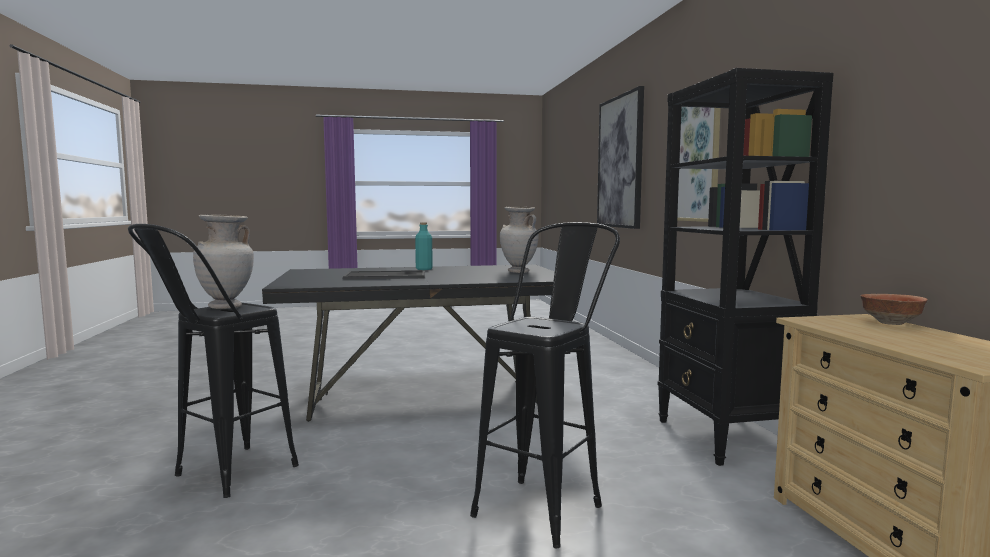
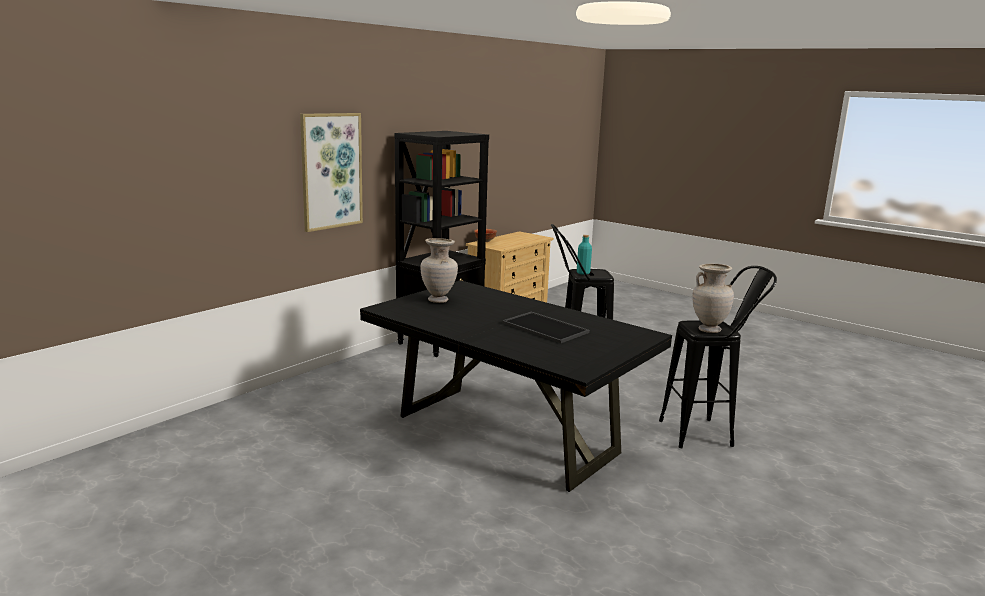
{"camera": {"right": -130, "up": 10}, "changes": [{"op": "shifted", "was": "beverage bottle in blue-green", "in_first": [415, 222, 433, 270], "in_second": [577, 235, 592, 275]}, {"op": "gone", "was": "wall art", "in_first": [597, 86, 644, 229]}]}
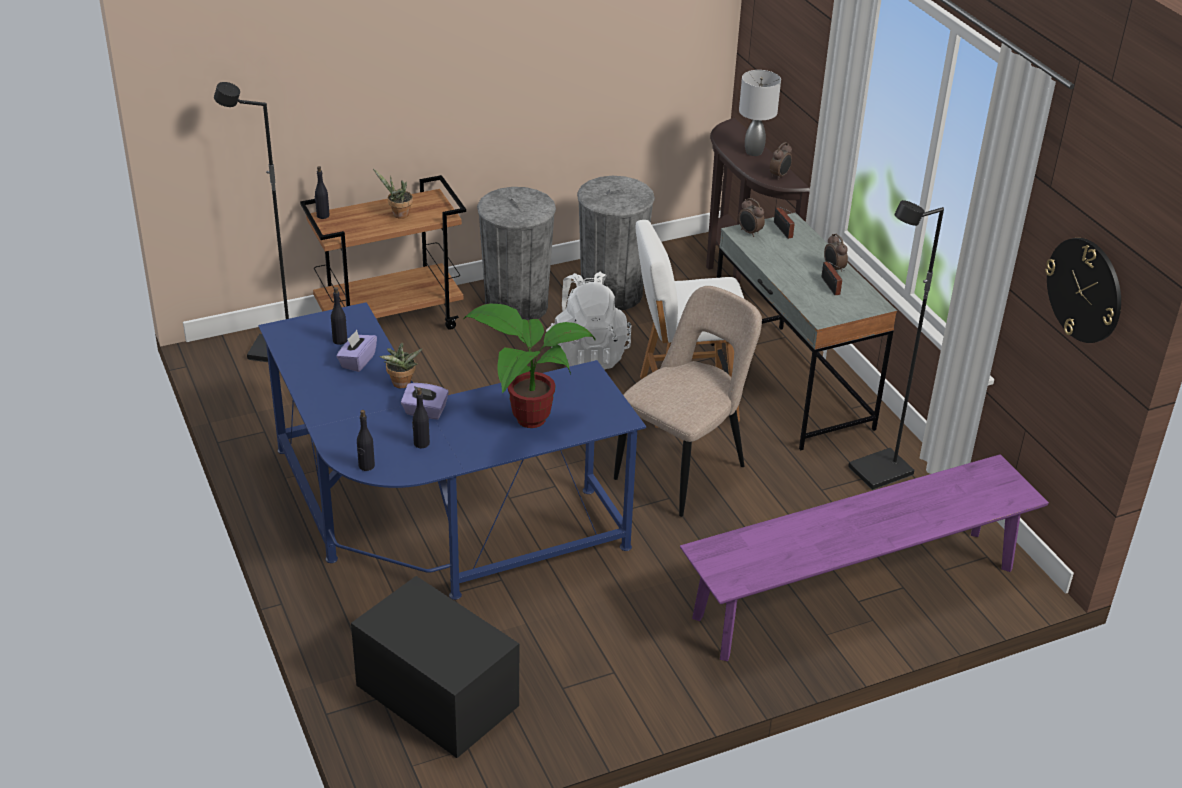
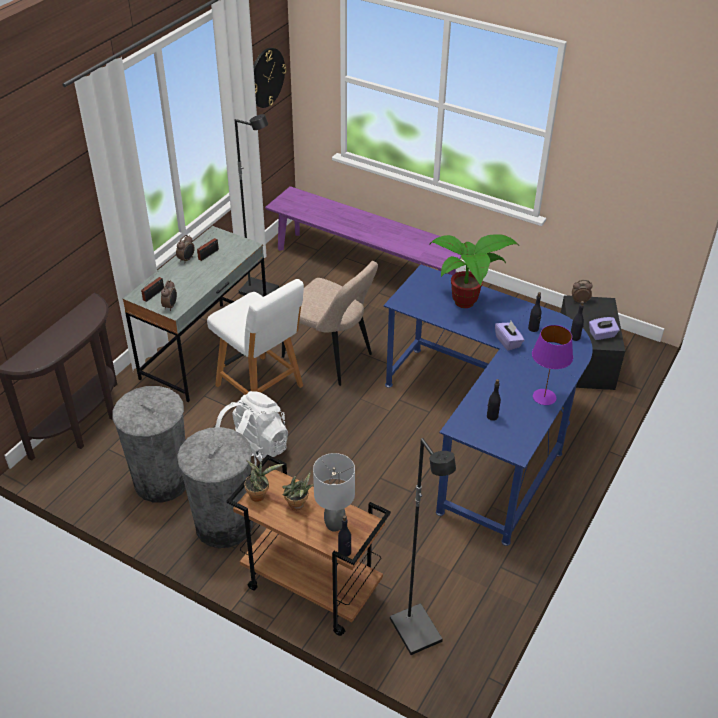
{"camera": {"right": -125, "up": 5}, "changes": [{"op": "shifted", "was": "houseplant", "in_first": [379, 343, 423, 388], "in_second": [244, 460, 284, 502]}, {"op": "rotated", "was": "chair in sand-coloured", "in_first": [614, 286, 762, 517], "in_second": [282, 261, 378, 386], "clockwise": -150}, {"op": "shifted", "was": "lamp for a table in greyish", "in_first": [739, 70, 781, 156], "in_second": [313, 453, 355, 532]}, {"op": "new", "now": "lamp for a table in purple-coloured", "in_second": [532, 325, 573, 405]}, {"op": "shifted", "was": "alarm clock", "in_first": [770, 142, 792, 180], "in_second": [572, 280, 593, 303]}, {"op": "shifted", "was": "box of tissues in purple-coloured", "in_first": [336, 330, 377, 372], "in_second": [589, 317, 620, 340]}]}
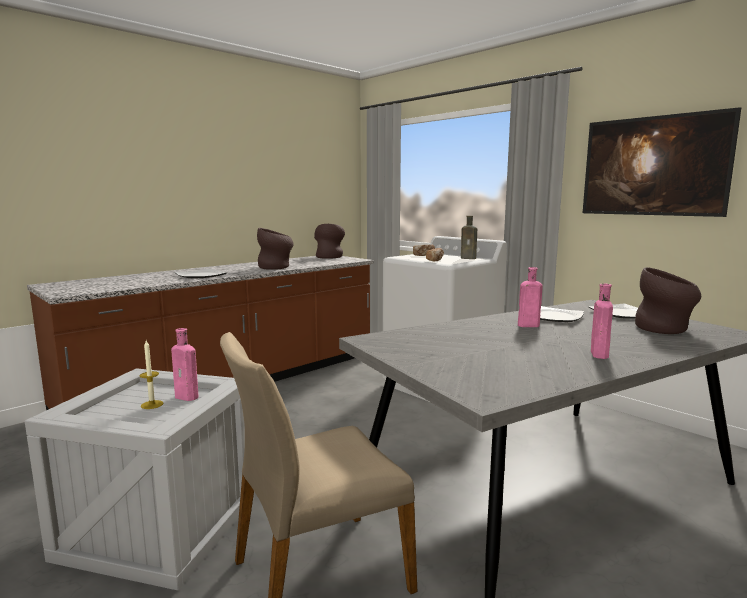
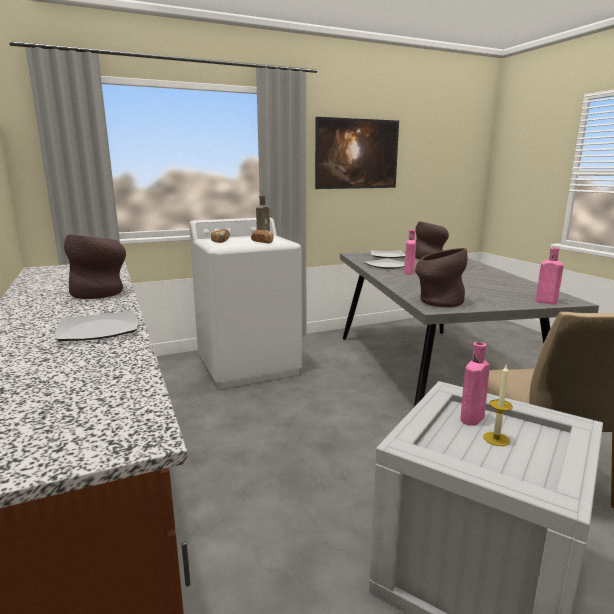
{"camera": {"right": -70, "up": 5}, "changes": [{"op": "shifted", "was": "vase in brown", "in_first": [314, 224, 345, 259], "in_second": [415, 248, 467, 307]}, {"op": "shifted", "was": "beverage bottle in pink", "in_first": [591, 284, 613, 359], "in_second": [536, 247, 564, 304]}]}
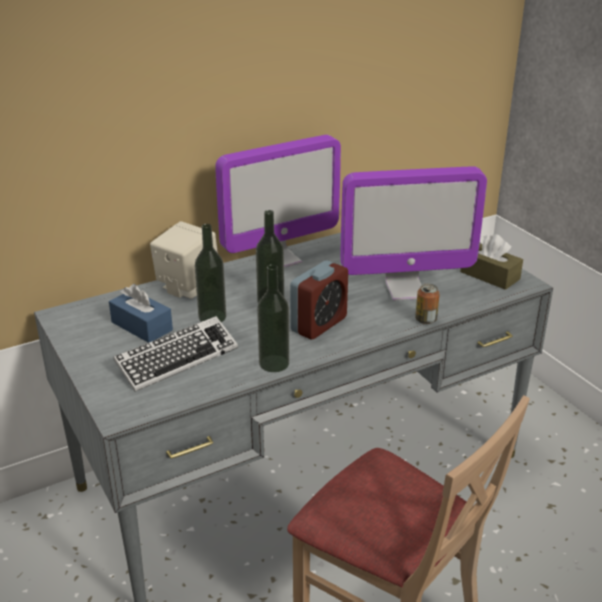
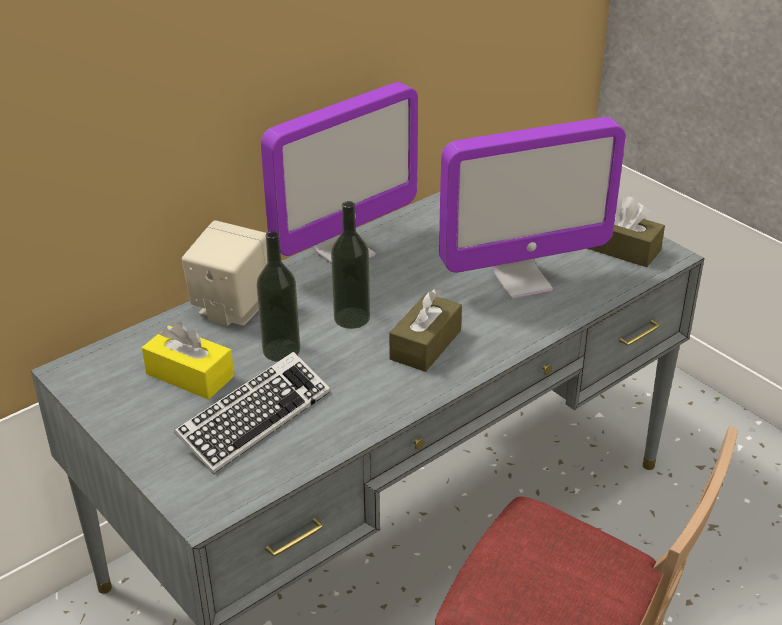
{"camera": {"right": -10, "up": 5}, "changes": [{"op": "repainted", "was": "box of tissues in blue", "now": "box of tissues in yellow", "in_first": [109, 284, 173, 343], "in_second": [142, 322, 234, 400]}, {"op": "swapped", "was": "alarm clock", "now": "box of tissues in brown", "in_first": [290, 261, 348, 339], "in_second": [389, 289, 462, 372]}, {"op": "gone", "was": "beverage bottle", "in_first": [257, 264, 289, 372]}, {"op": "gone", "was": "metal can", "in_first": [415, 284, 440, 324]}]}
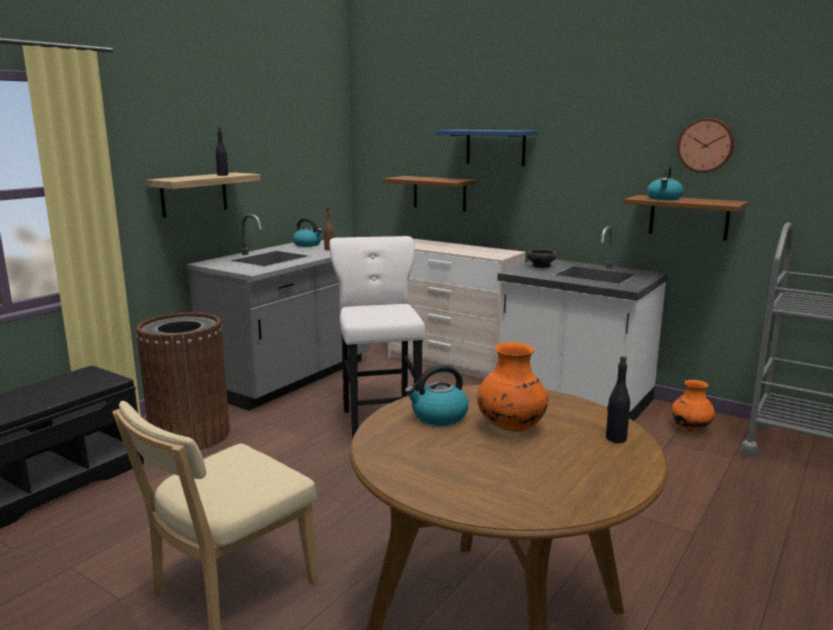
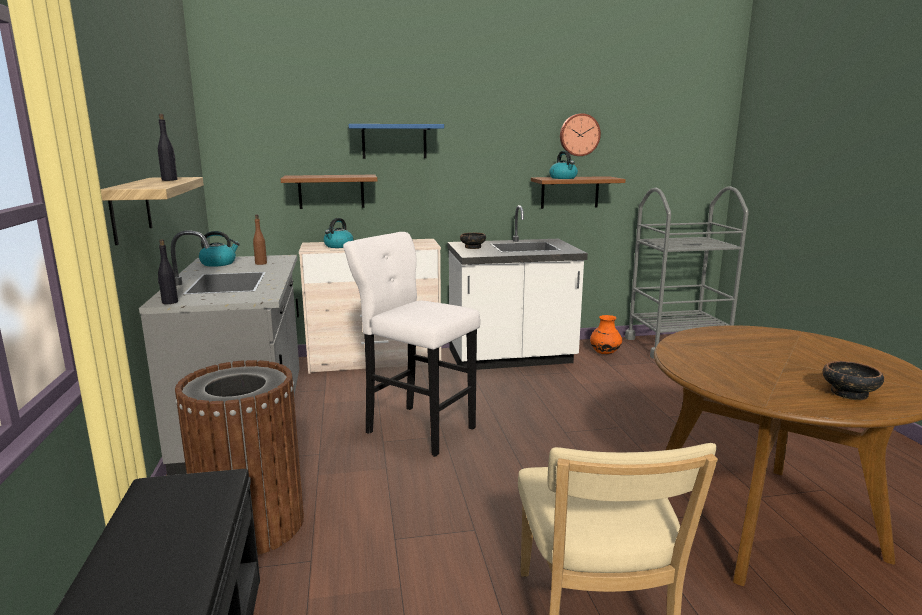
{"camera": {"right": -45, "up": 0}, "changes": [{"op": "shifted", "was": "beverage bottle in blackish", "in_first": [606, 356, 630, 443], "in_second": [158, 239, 178, 304]}, {"op": "shifted", "was": "kettle", "in_first": [405, 365, 469, 426], "in_second": [324, 218, 353, 248]}, {"op": "new", "now": "bowl", "in_second": [822, 361, 884, 400]}, {"op": "gone", "was": "vase in orange", "in_first": [477, 342, 548, 432]}]}
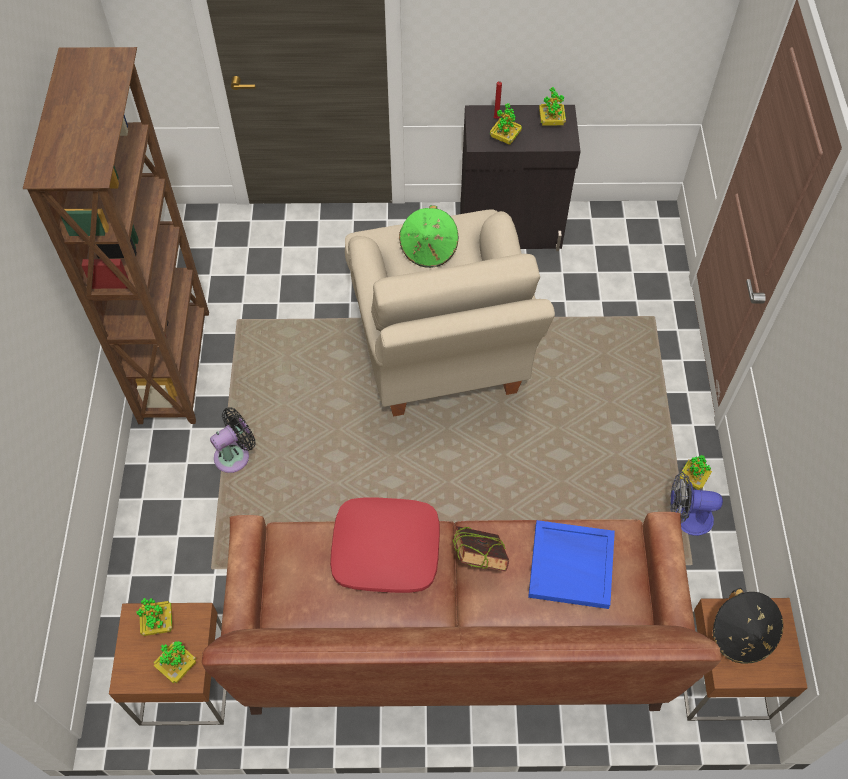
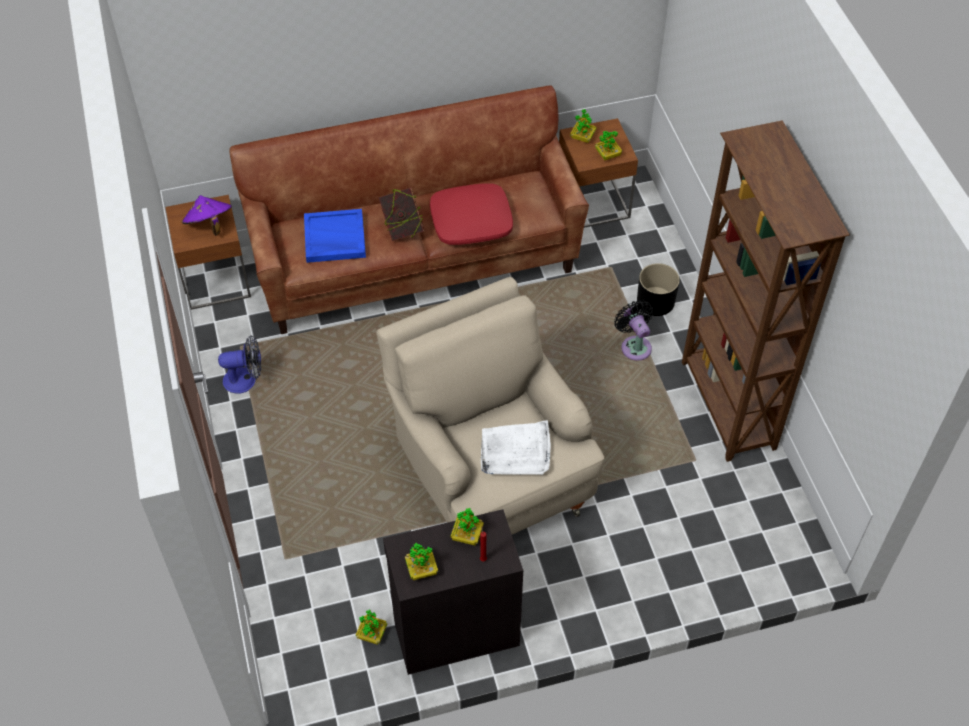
{"camera": {"right": 165, "up": -5}, "changes": [{"op": "repainted", "was": "wearable hat in blackish", "now": "wearable hat in purple-coloured", "in_first": [713, 588, 783, 663], "in_second": [182, 195, 232, 236]}, {"op": "shifted", "was": "houseplant", "in_first": [680, 455, 712, 490], "in_second": [356, 610, 387, 644]}, {"op": "swapped", "was": "wearable hat in greenish", "now": "carrying tray in whitish", "in_first": [399, 205, 458, 268], "in_second": [481, 420, 551, 475]}, {"op": "rotated", "was": "cooling fan in blackish", "in_first": [210, 407, 256, 473], "in_second": [614, 300, 653, 361], "clockwise": 120}, {"op": "new", "now": "planter in blackish", "in_second": [637, 263, 680, 316]}]}
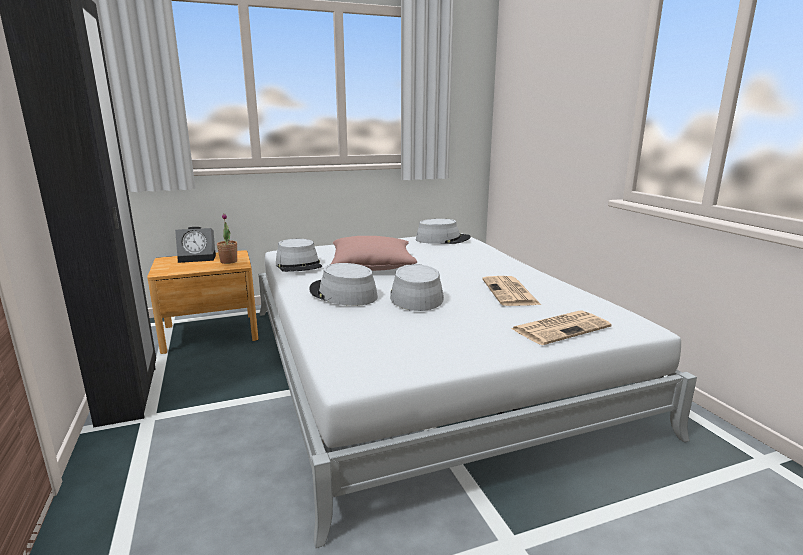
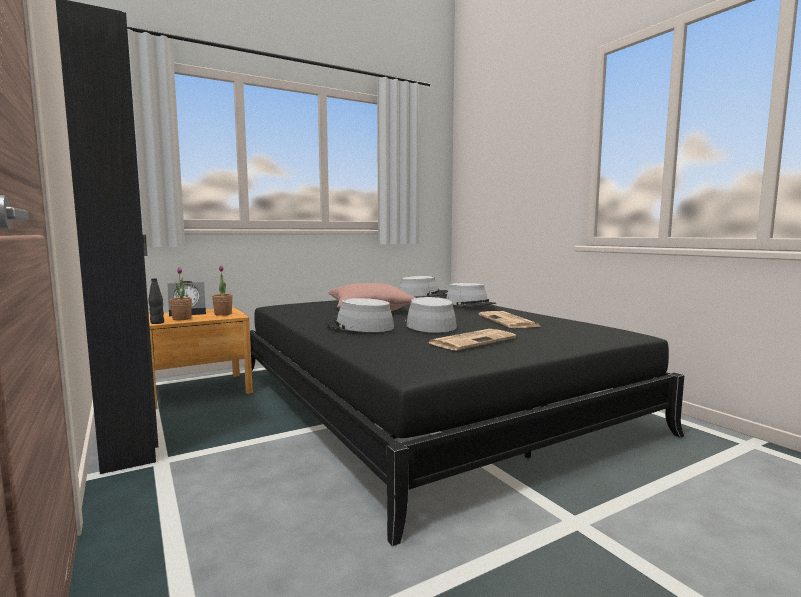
{"camera": {"right": -10, "up": -10}, "changes": [{"op": "new", "now": "beverage bottle in blackish", "in_second": [148, 278, 164, 324]}, {"op": "new", "now": "houseplant", "in_second": [170, 268, 192, 320]}, {"op": "repainted", "was": "bed in whitish", "now": "bed in blackish", "in_first": [258, 237, 697, 548], "in_second": [250, 294, 684, 546]}, {"op": "shifted", "was": "printed paper", "in_first": [511, 310, 612, 345], "in_second": [429, 329, 516, 350]}, {"op": "shifted", "was": "wearable hat in greyish", "in_first": [276, 239, 322, 272], "in_second": [446, 283, 496, 307]}]}
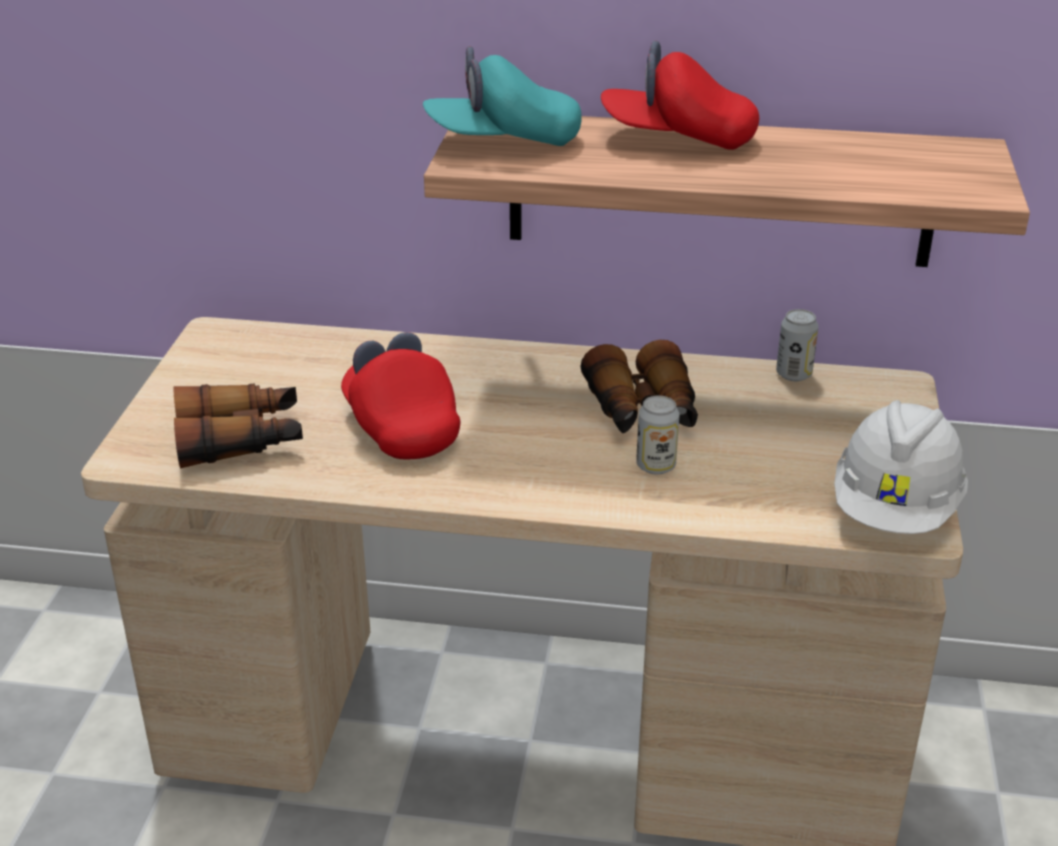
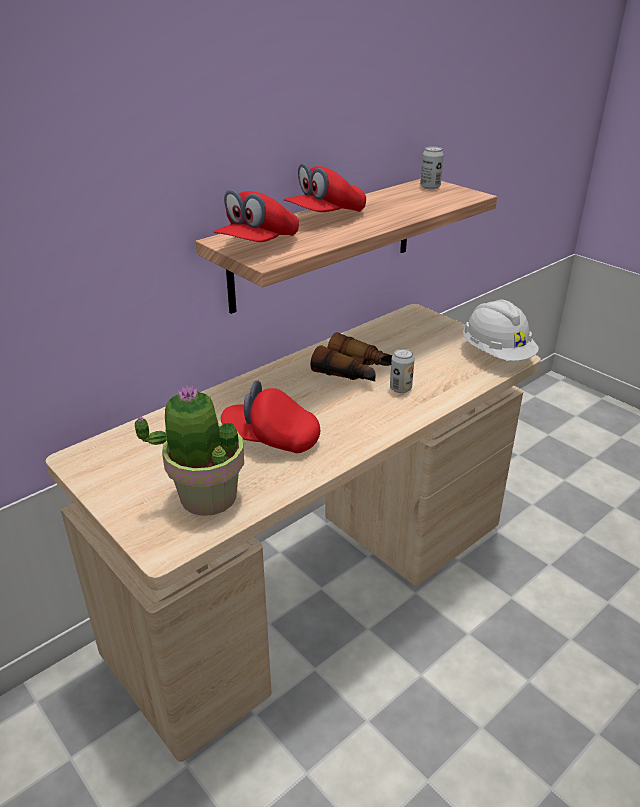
{"camera": {"right": -50, "up": 0}, "changes": [{"op": "swapped", "was": "binoculars", "now": "houseplant", "in_first": [174, 383, 303, 468], "in_second": [135, 385, 244, 516]}, {"op": "repainted", "was": "cap in blue-green", "now": "cap in red", "in_first": [423, 46, 582, 146], "in_second": [214, 190, 299, 242]}, {"op": "shifted", "was": "metal can", "in_first": [776, 309, 819, 381], "in_second": [421, 147, 444, 189]}]}
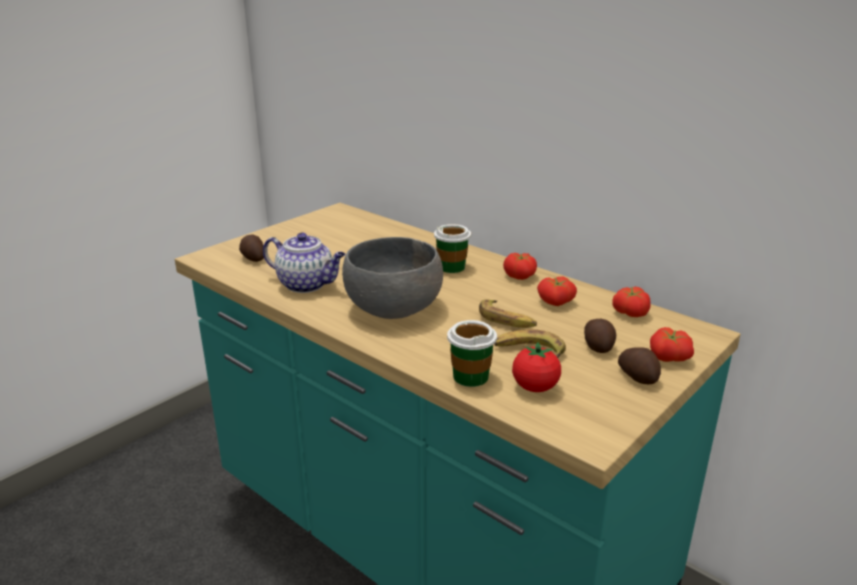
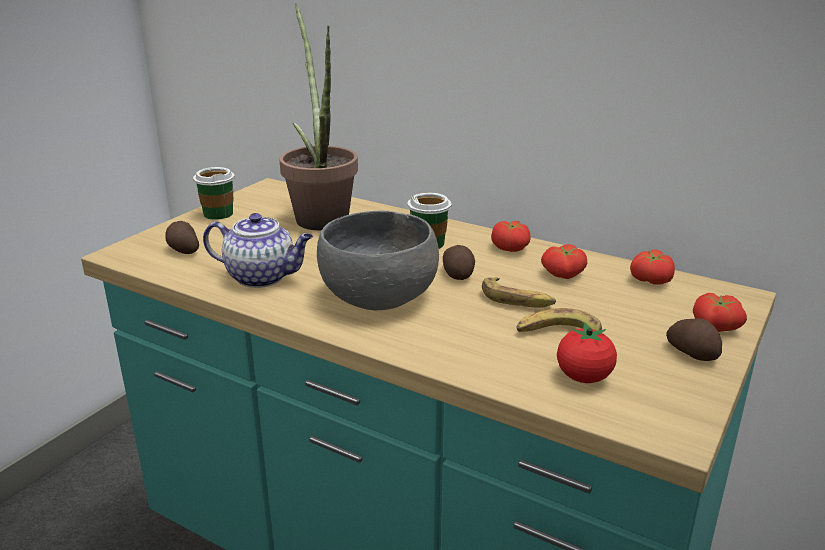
{"camera": {"right": -10, "up": 0}, "changes": [{"op": "shifted", "was": "drinking cup", "in_first": [447, 320, 497, 387], "in_second": [193, 167, 235, 220]}, {"op": "new", "now": "houseplant", "in_second": [280, 3, 358, 230]}, {"op": "shifted", "was": "whole potato", "in_first": [584, 319, 616, 353], "in_second": [443, 245, 475, 280]}]}
